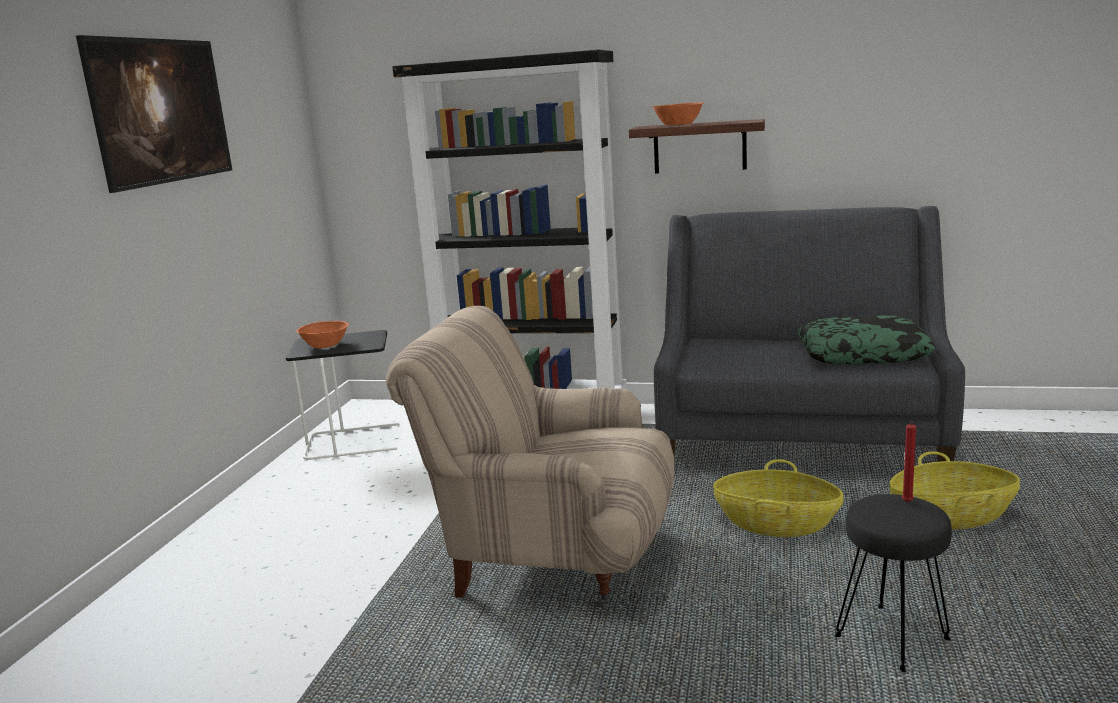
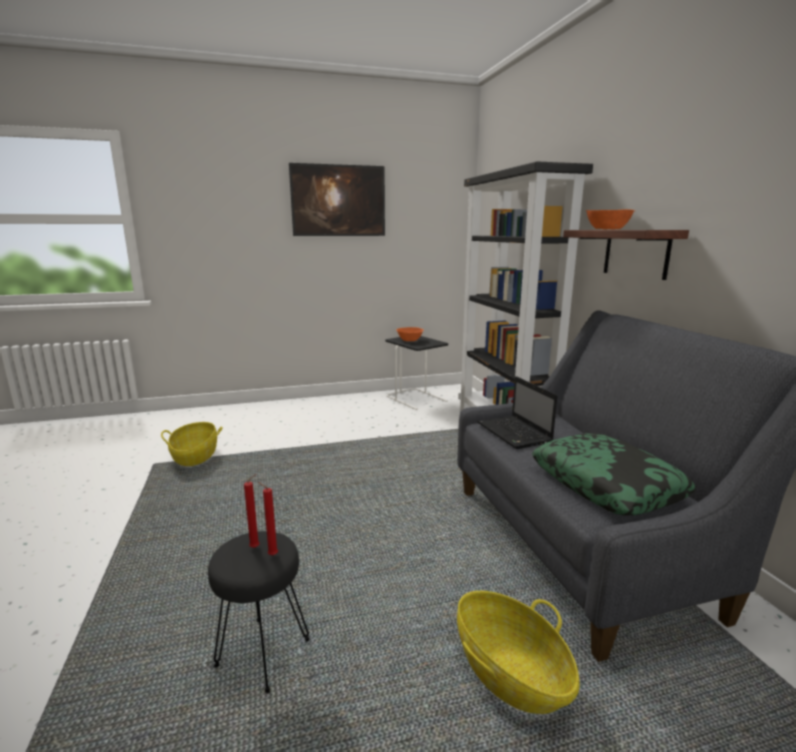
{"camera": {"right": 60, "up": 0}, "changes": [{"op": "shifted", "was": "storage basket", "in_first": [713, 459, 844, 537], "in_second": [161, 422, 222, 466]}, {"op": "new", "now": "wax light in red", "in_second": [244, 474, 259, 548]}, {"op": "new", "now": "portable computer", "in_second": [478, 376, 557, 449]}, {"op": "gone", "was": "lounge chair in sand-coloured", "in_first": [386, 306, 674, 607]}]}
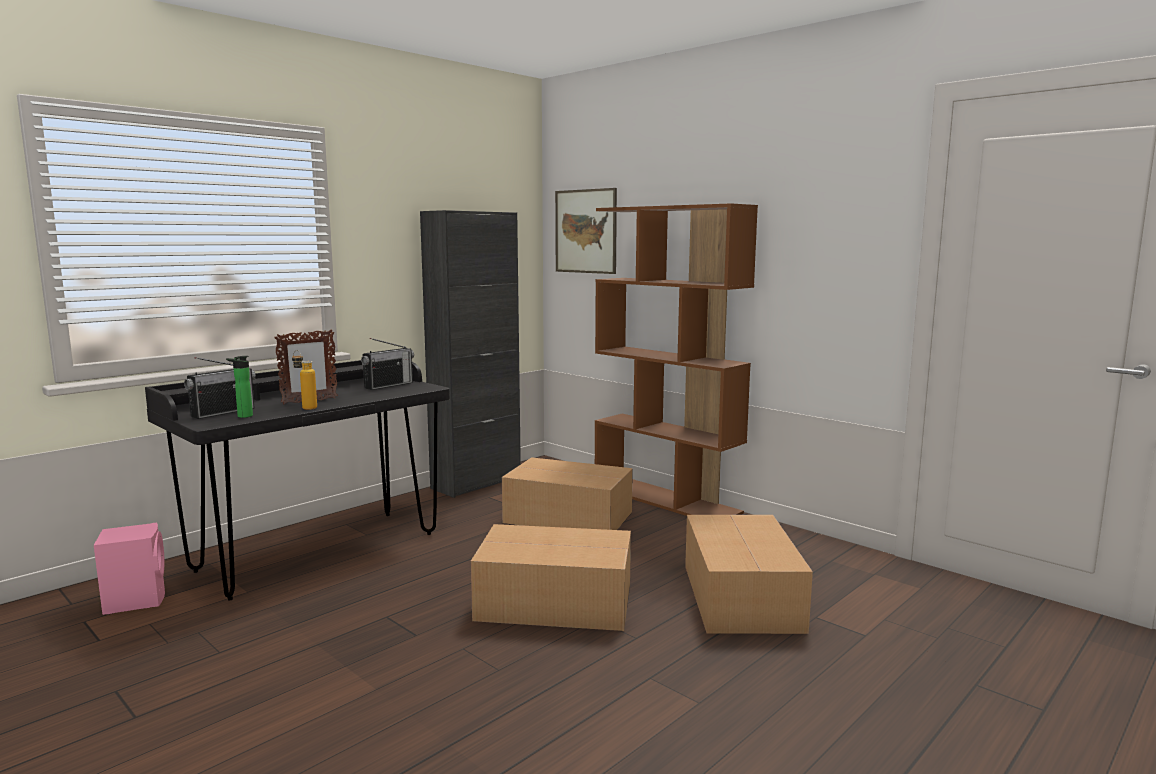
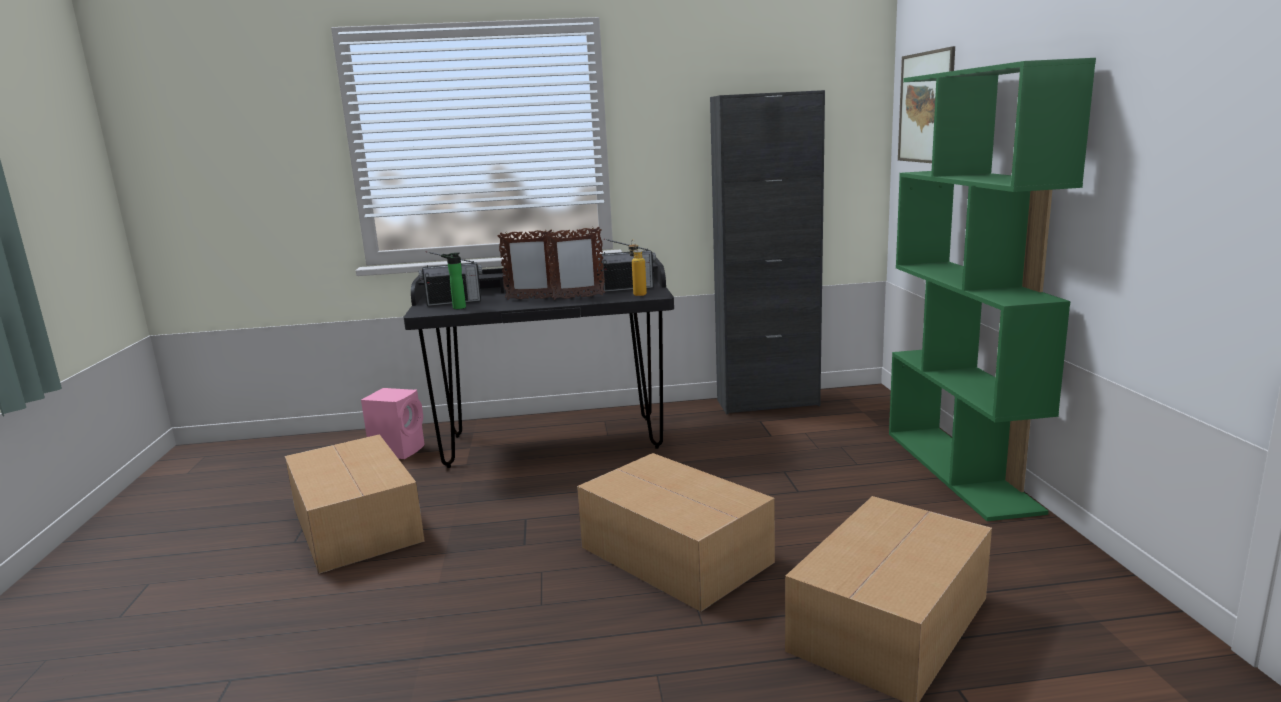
{"camera": {"right": 40, "up": 5}, "changes": [{"op": "shifted", "was": "carton", "in_first": [502, 457, 633, 530], "in_second": [285, 434, 425, 574]}, {"op": "new", "now": "picture frame", "in_second": [545, 227, 605, 300]}, {"op": "shifted", "was": "beverage bottle", "in_first": [292, 350, 317, 410], "in_second": [628, 239, 647, 296]}, {"op": "repainted", "was": "bookshelf in brown", "now": "bookshelf in greenish", "in_first": [595, 203, 758, 516], "in_second": [889, 58, 1096, 521]}]}
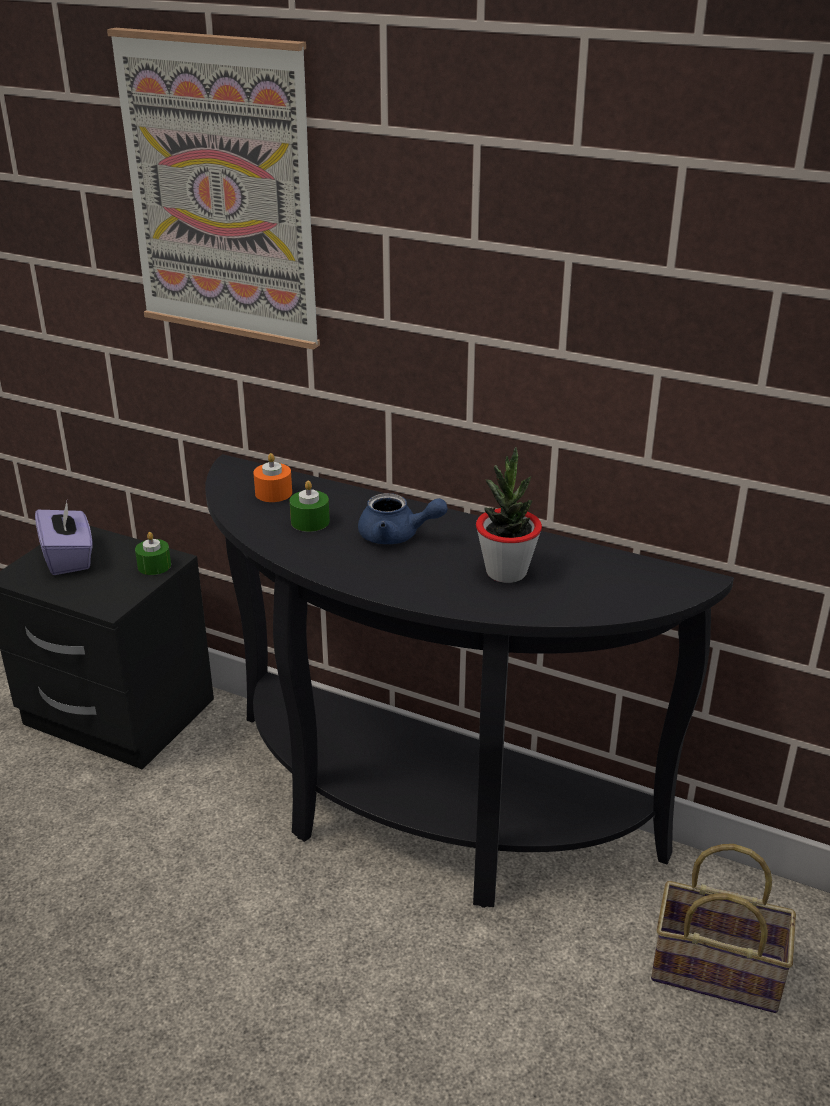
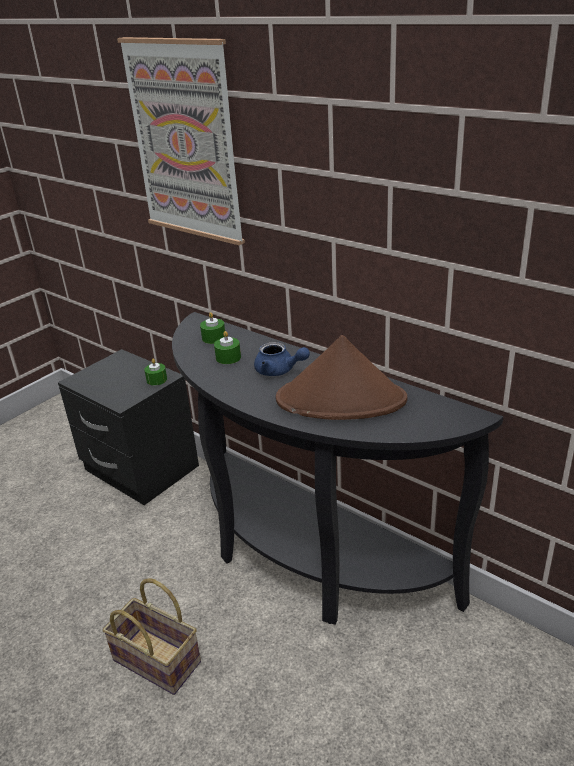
{"camera": {"right": 15, "up": 0}, "changes": [{"op": "shifted", "was": "storage basket", "in_first": [651, 844, 796, 1013], "in_second": [103, 578, 201, 695]}, {"op": "repainted", "was": "wax light in orange", "now": "wax light in greenish", "in_first": [253, 453, 292, 502], "in_second": [200, 312, 225, 344]}, {"op": "swapped", "was": "houseplant", "now": "wearable hat in brown", "in_first": [476, 447, 542, 583], "in_second": [276, 335, 407, 420]}, {"op": "gone", "was": "box of tissues in purple-coloured", "in_first": [35, 501, 92, 575]}]}
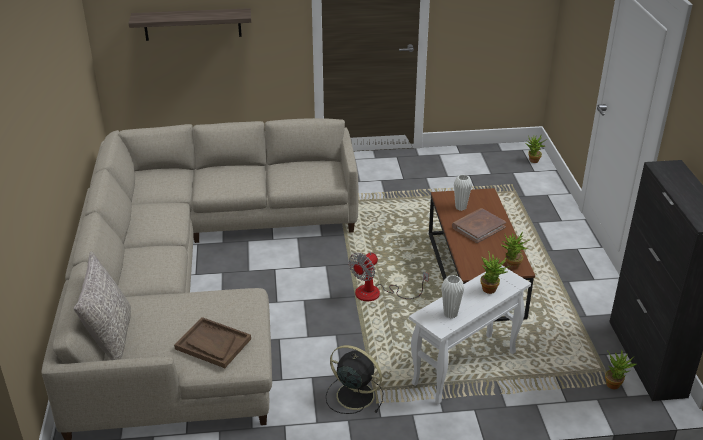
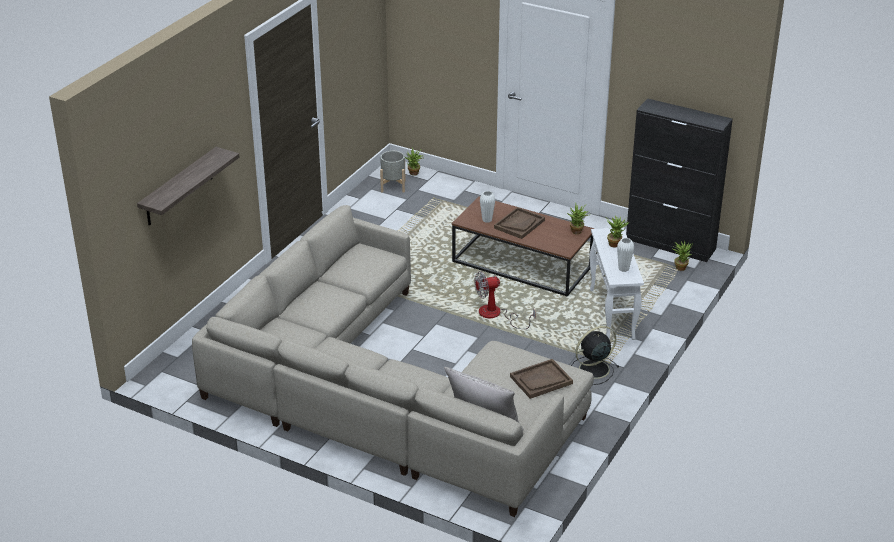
{"camera": {"right": -55, "up": 0}, "changes": [{"op": "new", "now": "planter in greyish", "in_second": [380, 151, 406, 193]}, {"op": "rotated", "was": "cooling fan", "in_first": [349, 252, 429, 301], "in_second": [475, 271, 536, 329], "clockwise": 90}, {"op": "swapped", "was": "bound book in brown", "now": "carrying tray in brown", "in_first": [452, 208, 506, 243], "in_second": [494, 207, 545, 239]}]}
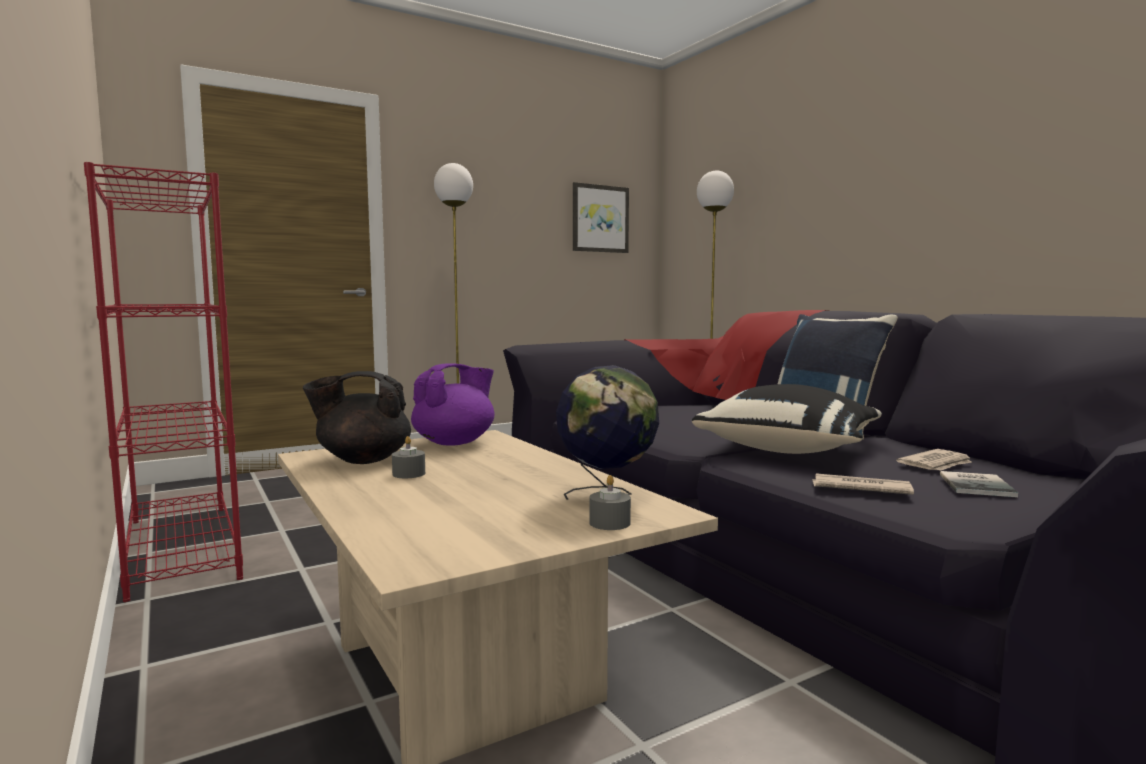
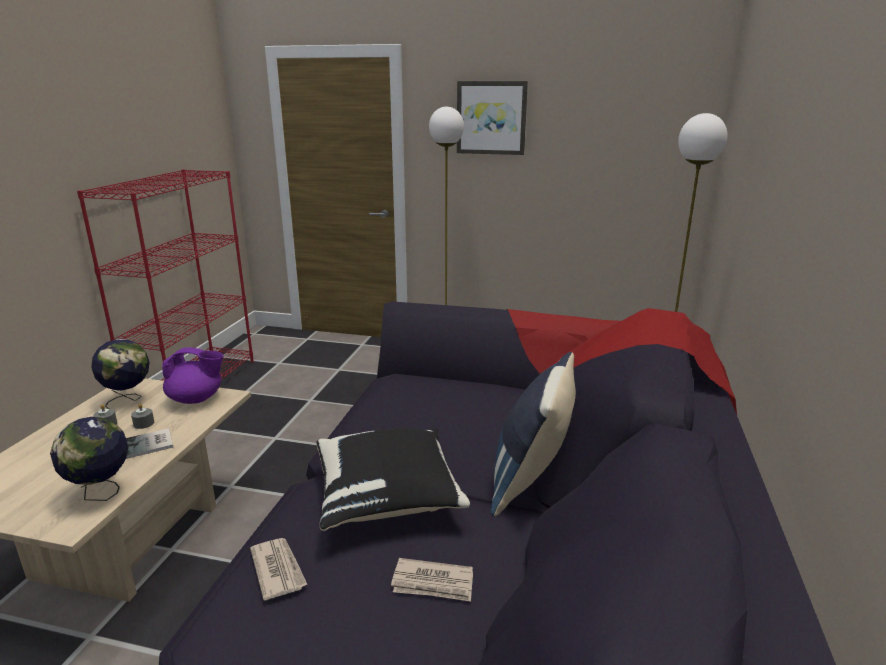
{"camera": {"right": 45, "up": 15}, "changes": [{"op": "swapped", "was": "pot for tea in blackish", "now": "desk globe", "in_first": [303, 371, 411, 464], "in_second": [91, 339, 149, 409]}, {"op": "shifted", "was": "bound book", "in_first": [940, 471, 1018, 498], "in_second": [126, 428, 173, 459]}, {"op": "shifted", "was": "wax light in greyish", "in_first": [589, 475, 631, 530], "in_second": [131, 404, 154, 429]}, {"op": "shifted", "was": "wall art", "in_first": [573, 182, 629, 253], "in_second": [457, 81, 528, 155]}]}
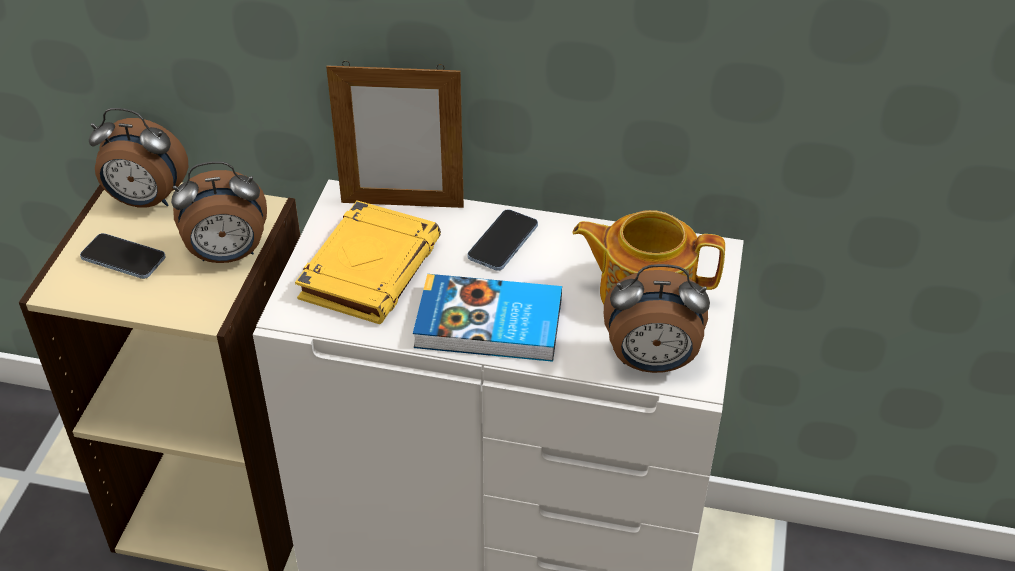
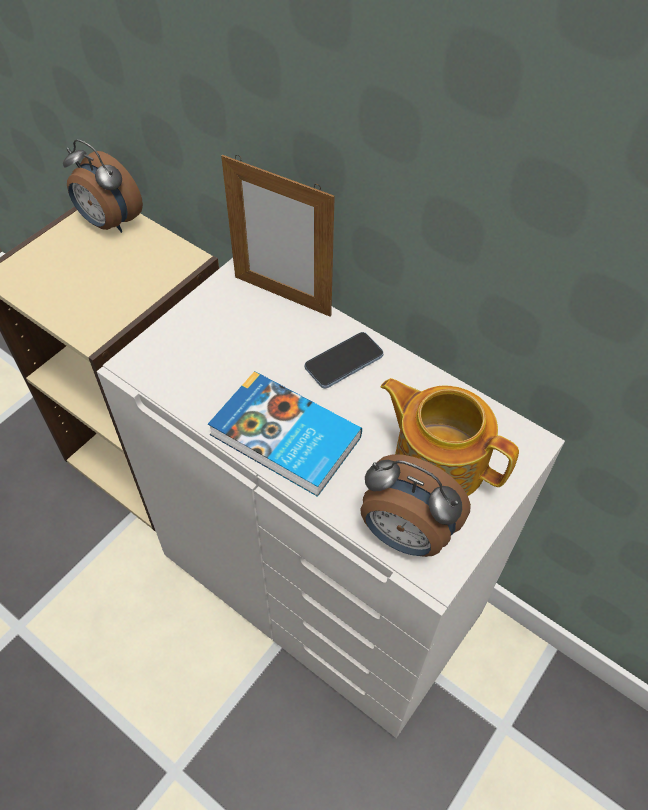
{"camera": {"right": 25, "up": 10}, "changes": [{"op": "gone", "was": "handset", "in_first": [80, 233, 166, 279]}, {"op": "gone", "was": "alarm clock", "in_first": [171, 161, 267, 263]}, {"op": "gone", "was": "bound book in yellow", "in_first": [295, 200, 441, 324]}]}
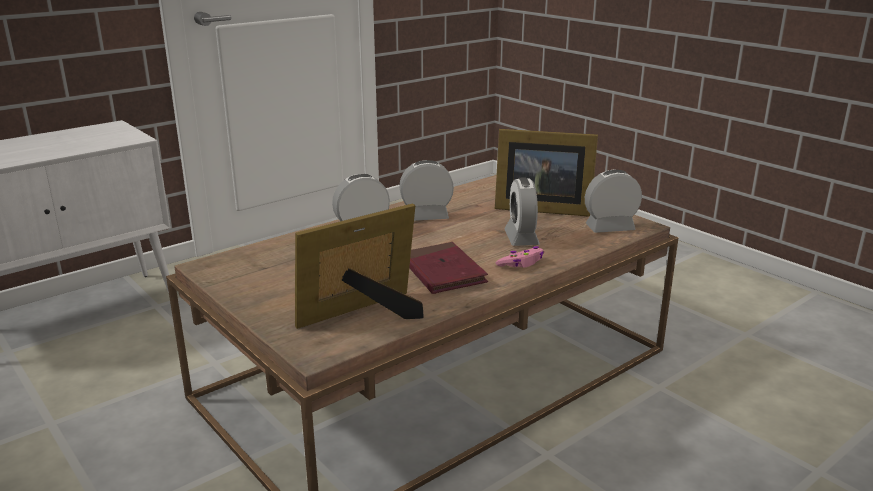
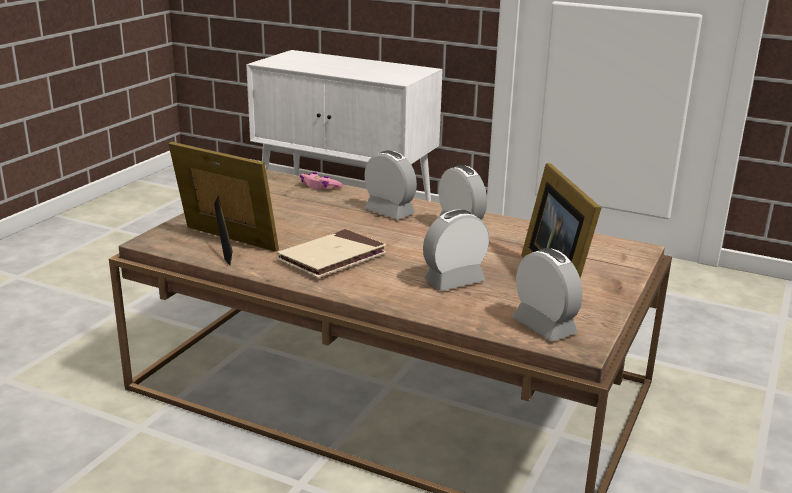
{"camera": {"right": 65, "up": 0}, "changes": [{"op": "repainted", "was": "bound book in red", "now": "bound book in sand-coloured", "in_first": [409, 242, 488, 294], "in_second": [277, 229, 387, 278]}, {"op": "shifted", "was": "joypad in pink", "in_first": [496, 246, 544, 268], "in_second": [300, 172, 343, 189]}]}
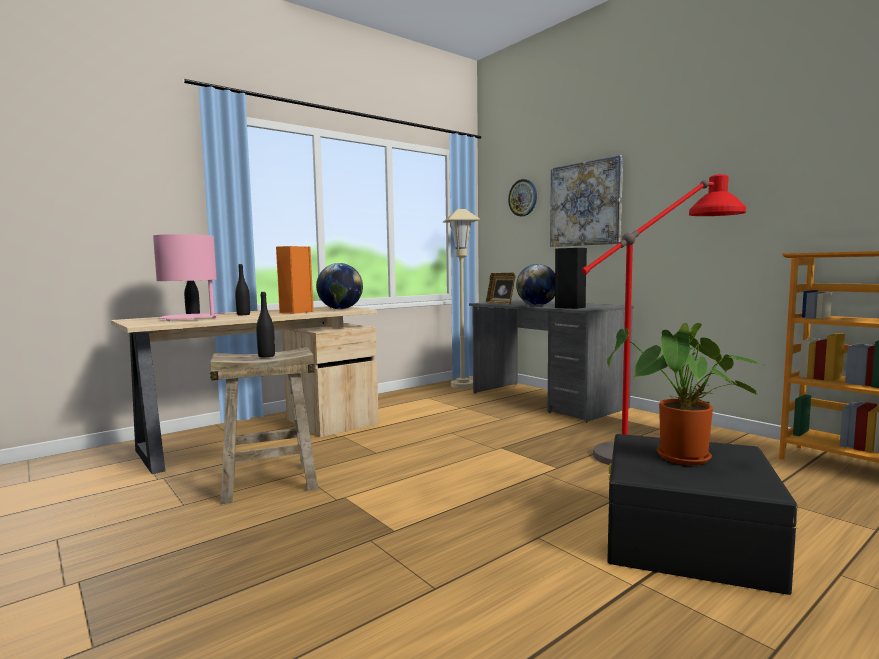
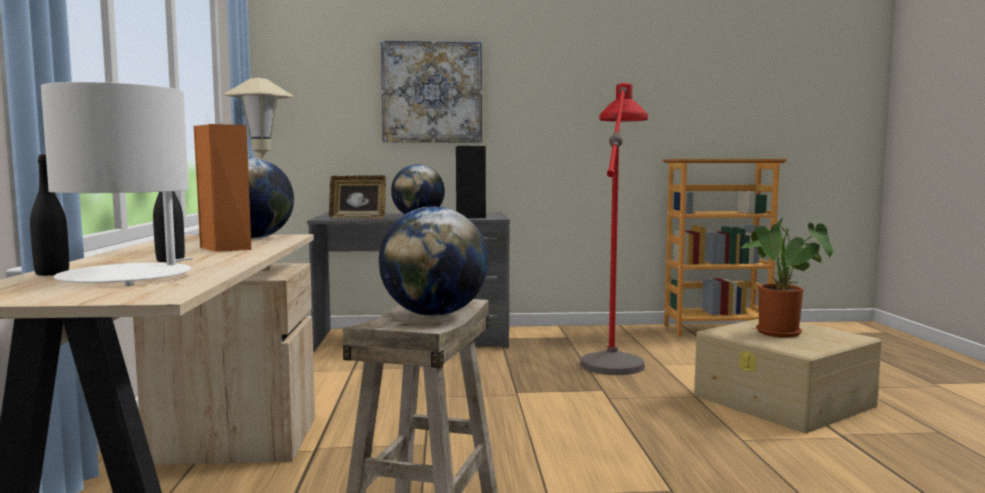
{"camera": {"right": -55, "up": 0}, "changes": [{"op": "repainted", "was": "lamp for a table in pink", "now": "lamp for a table in whitish", "in_first": [153, 234, 225, 321], "in_second": [41, 82, 193, 286]}, {"op": "swapped", "was": "beverage bottle in blackish", "now": "desk globe", "in_first": [256, 292, 275, 357], "in_second": [379, 206, 488, 316]}, {"op": "repainted", "was": "storage bin in blackish", "now": "storage bin in sand-coloured", "in_first": [607, 434, 798, 595], "in_second": [694, 319, 882, 433]}, {"op": "gone", "was": "hanging clock", "in_first": [508, 179, 537, 216]}]}
